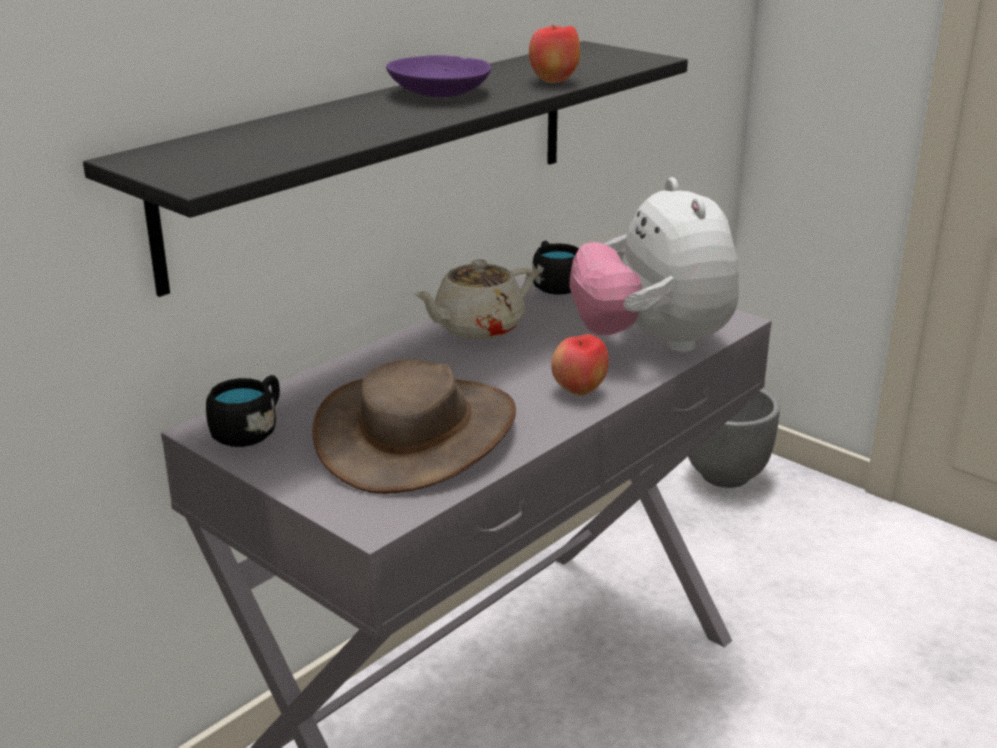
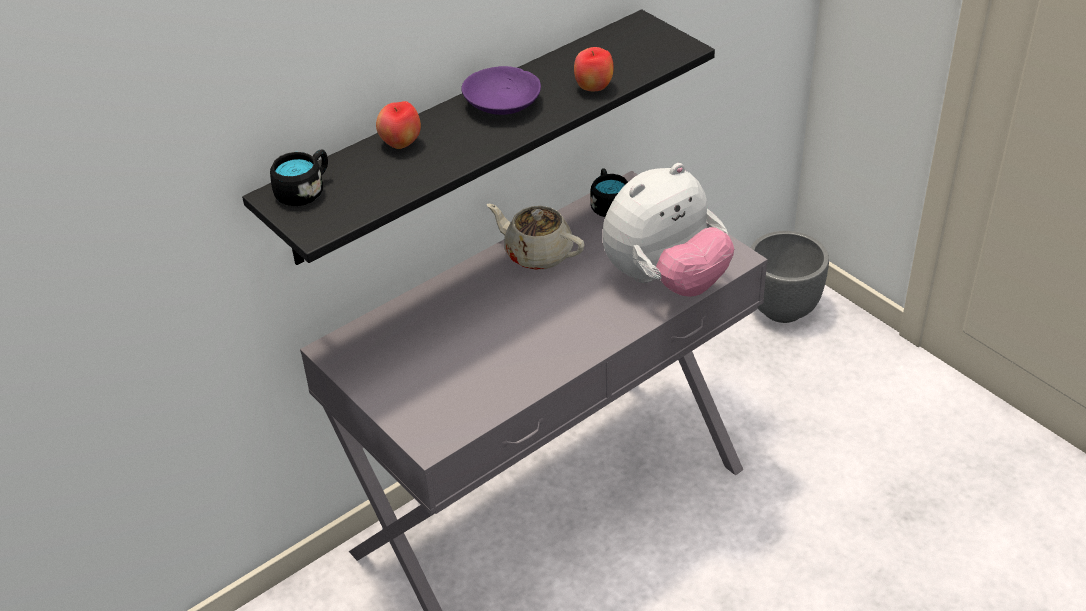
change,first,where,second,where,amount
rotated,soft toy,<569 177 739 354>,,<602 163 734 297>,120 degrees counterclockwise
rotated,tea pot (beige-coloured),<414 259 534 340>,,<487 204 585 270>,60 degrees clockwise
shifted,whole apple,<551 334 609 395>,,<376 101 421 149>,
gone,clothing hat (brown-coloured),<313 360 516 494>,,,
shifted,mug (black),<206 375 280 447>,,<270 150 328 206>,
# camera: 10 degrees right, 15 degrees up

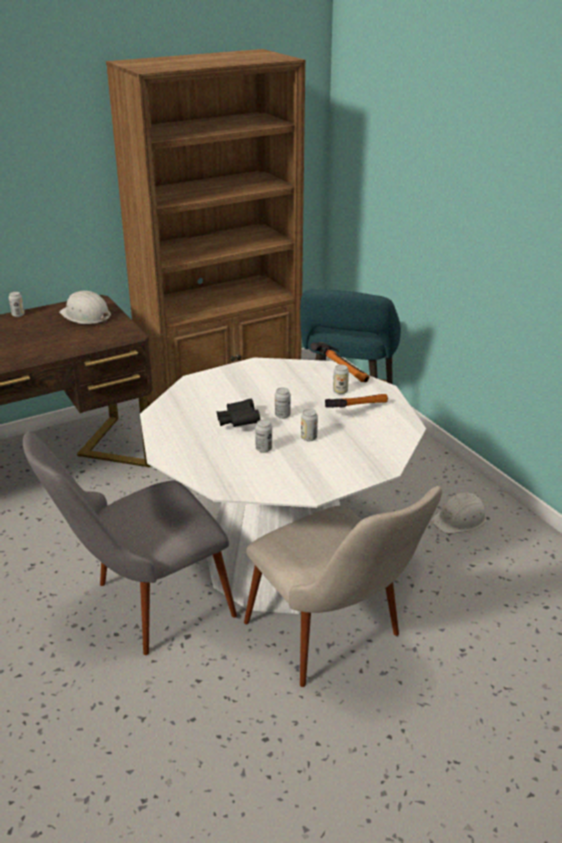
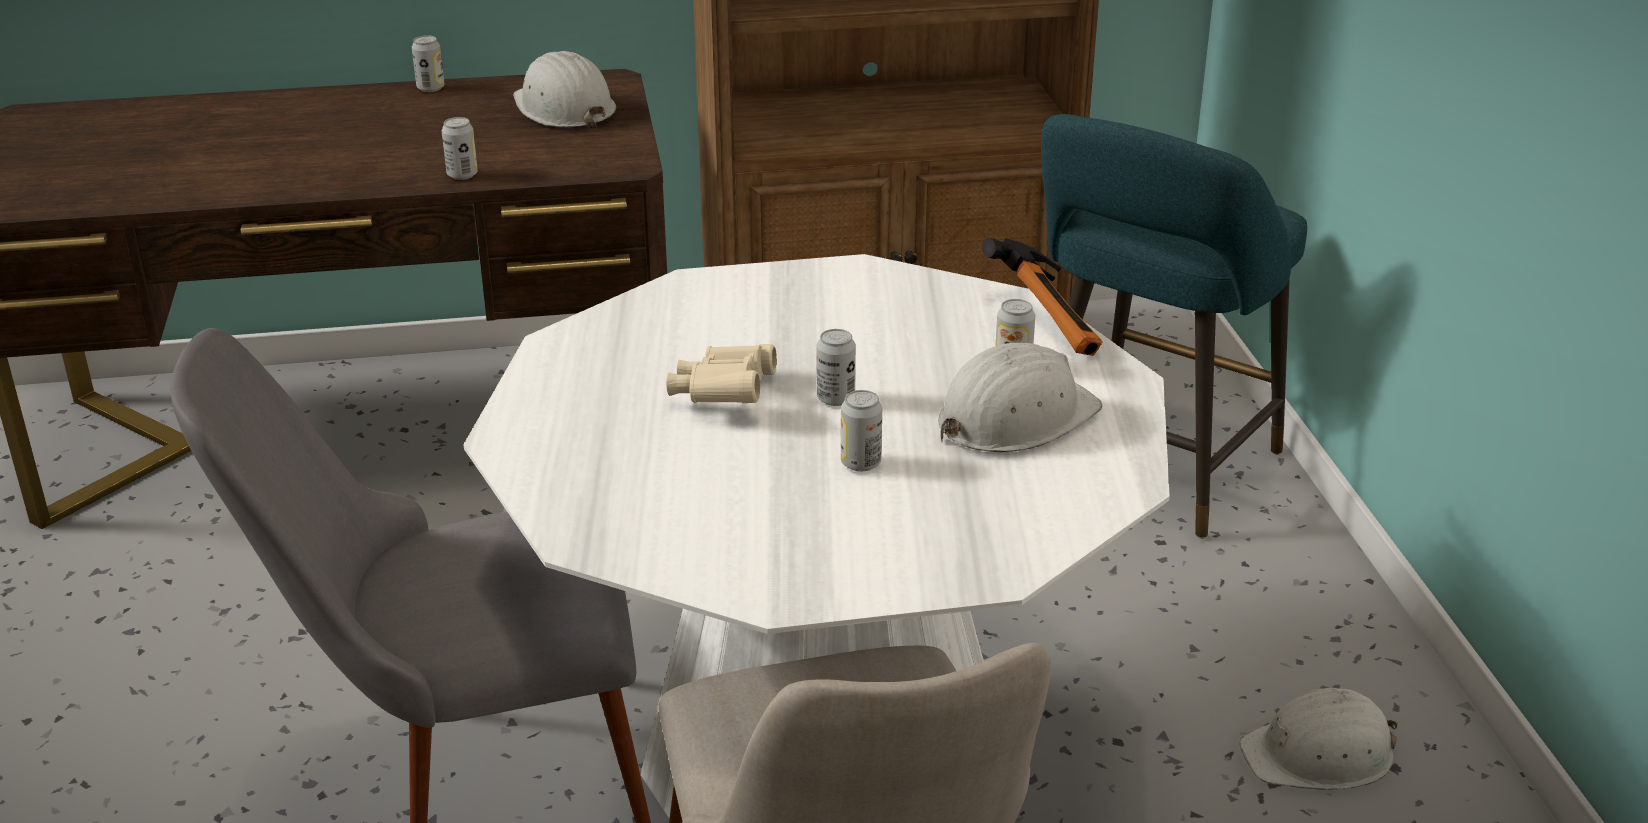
change,first,where,second,where,amount
swapped,hammer,<325 394 388 408>,work helmet (white-coloured),<938 343 1102 452>,
repainted,field glasses (black),<217 399 261 427>,field glasses (beige-coloured),<666 344 777 403>,
shifted,can,<255 420 272 453>,,<442 117 478 180>,
# camera: 20 degrees right, 0 degrees up

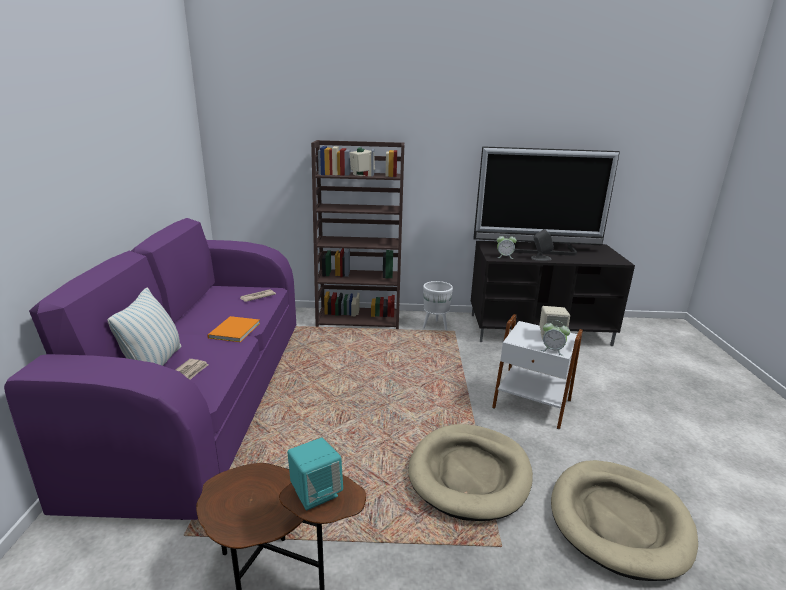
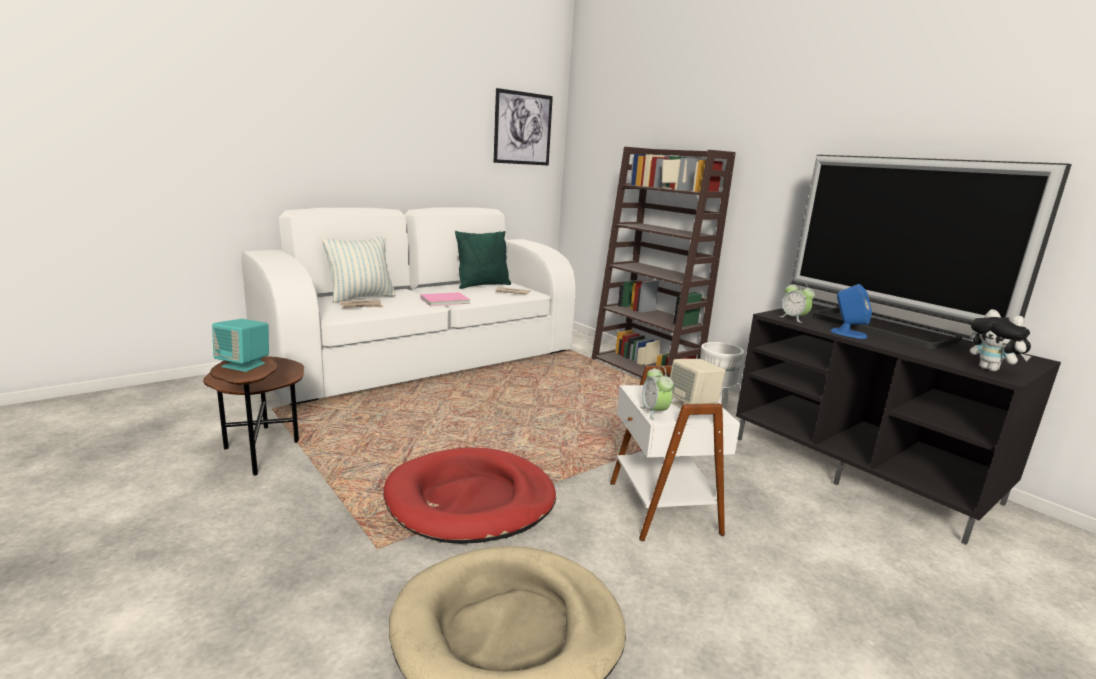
change,first,where,second,where,amount
repainted,couch (purple-coloured),<4 218 296 520>,couch (white-coloured),<241 207 576 405>,
repainted,audio speaker (greyish),<531 229 554 261>,audio speaker (bluish),<830 284 872 339>,
repainted,book (orangey),<207 316 260 342>,book (pinkish),<420 292 470 306>,
repainted,dog cushion (beige-coloured),<408 424 533 521>,dog cushion (red),<384 447 556 544>,
new,,,picture,<494 88 553 166>,
new,,,cushion (green-coloured),<455 231 511 289>,
new,,,soft toy,<970 309 1031 371>,
# camera: 50 degrees right, 5 degrees down

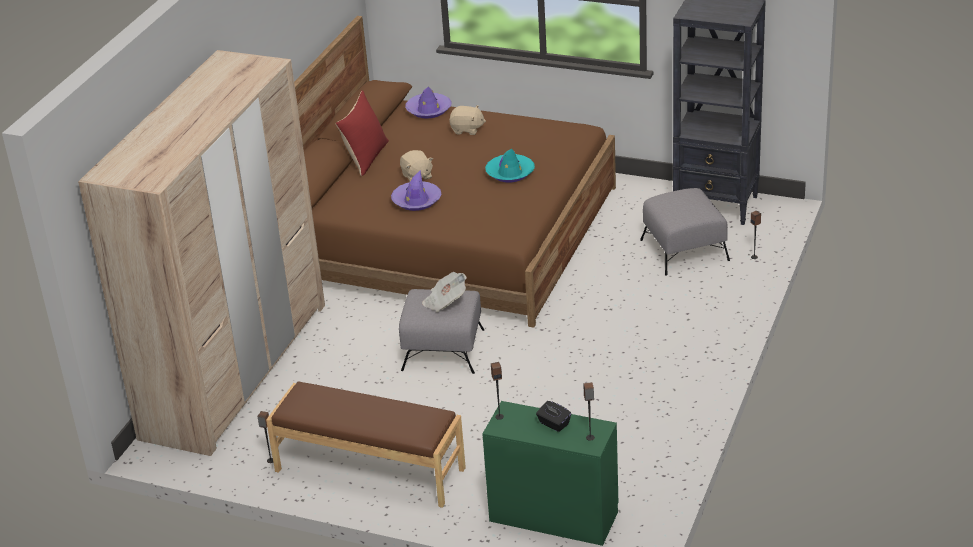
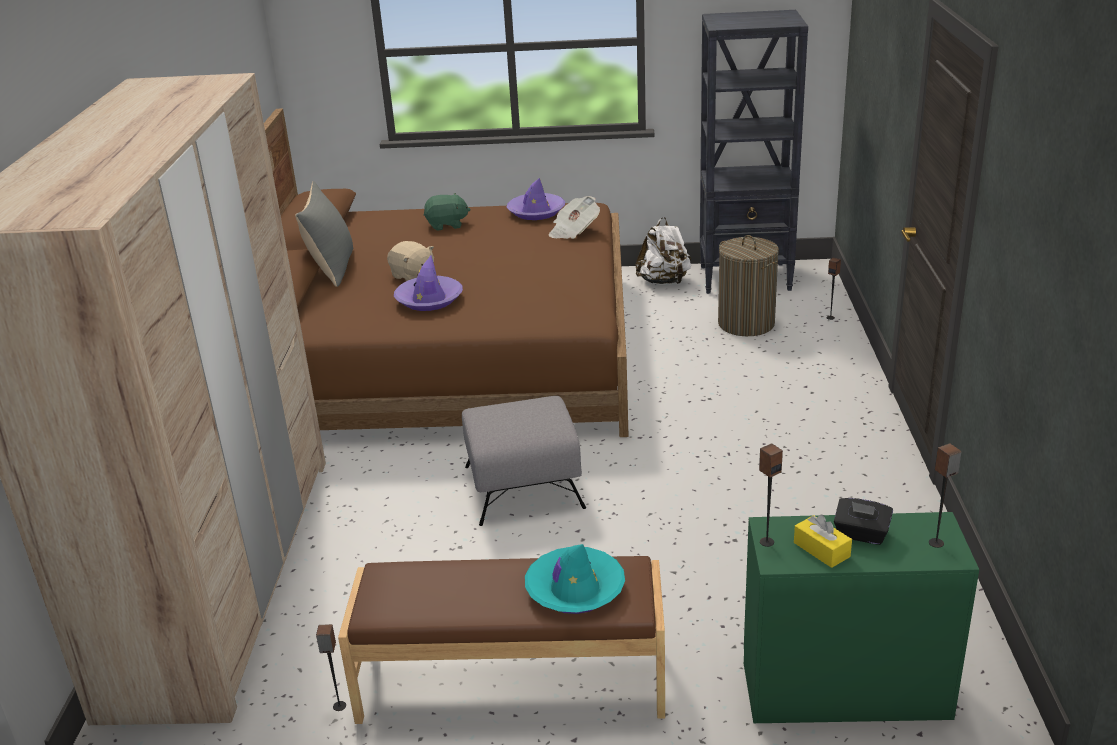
change,first,where,second,where,amount
shifted,clothing hat (purple-coloured),<405 87 451 119>,,<507 178 565 220>,
repainted,cushion (red),<336 90 389 176>,cushion (greyish),<295 181 353 287>,
repainted,soft toy (beige-coloured),<450 105 486 135>,soft toy (green-coloured),<423 193 471 231>,
shifted,clothing hat (blue-green),<485 149 535 182>,,<525 544 625 614>,
swapped,pouffe (greyish),<640 188 730 276>,washing basket,<718 235 779 336>,
shifted,daily paper,<422 272 467 312>,,<549 196 600 239>,
new,,,backpack (white-coloured),<636 217 691 284>,
new,,,tissue box (yellow),<794 515 852 568>,
# camera: 20 degrees left, 5 degrees down

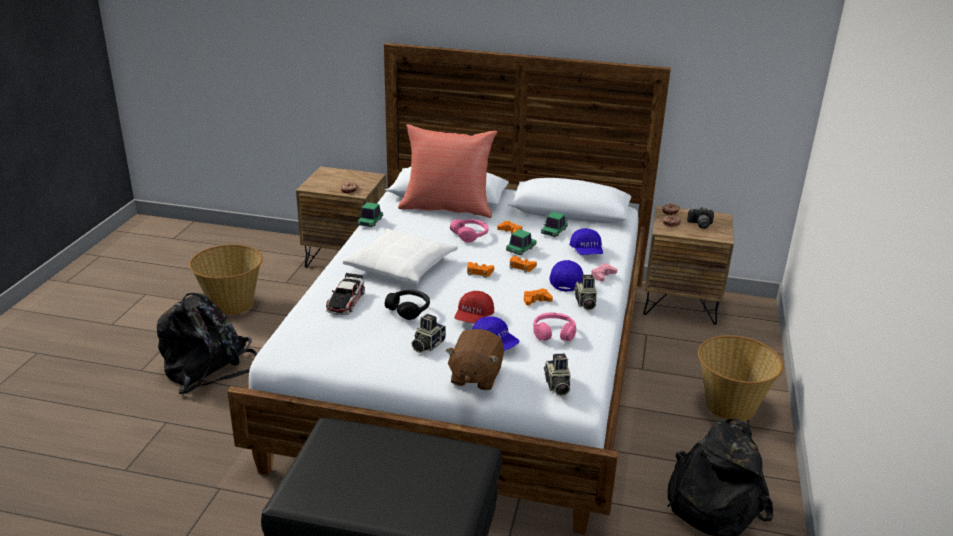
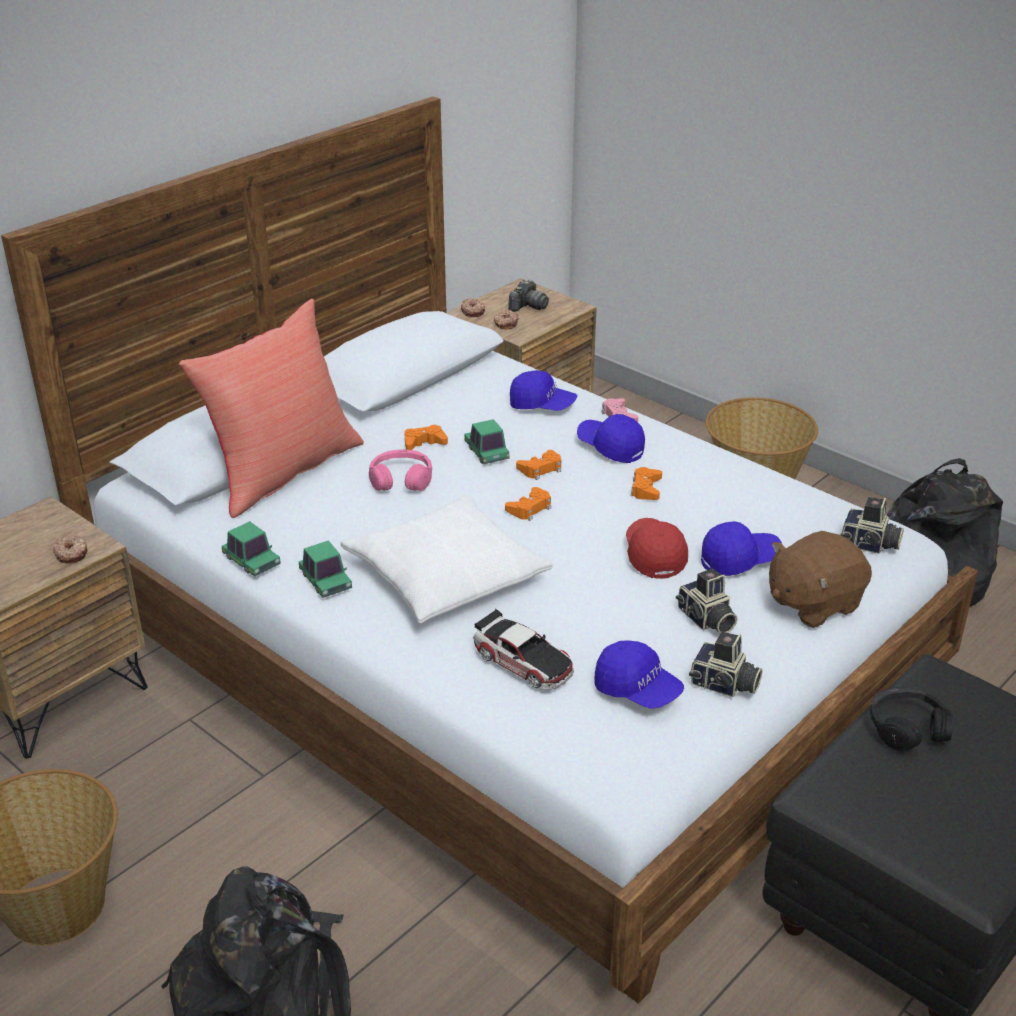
change,first,where,second,where,amount
shifted,toy car,<541 212 568 237>,,<299 540 352 598>,
shifted,photo camera,<574 275 597 310>,,<689 632 762 697>,
shifted,pair of headphones (black),<385 290 430 320>,,<870 687 953 751>,
rotated,peaked cap (red),<454 291 494 324>,,<626 518 688 579>,150 degrees counterclockwise
gone,pair of headphones (pinkish),<533 313 576 341>,,,
rotated,soft toy (brown-coloured),<446 329 504 391>,,<769 531 872 628>,105 degrees clockwise
new,,,peaked cap (bluish),<595 640 684 709>,
# camera: 60 degrees left, 5 degrees up

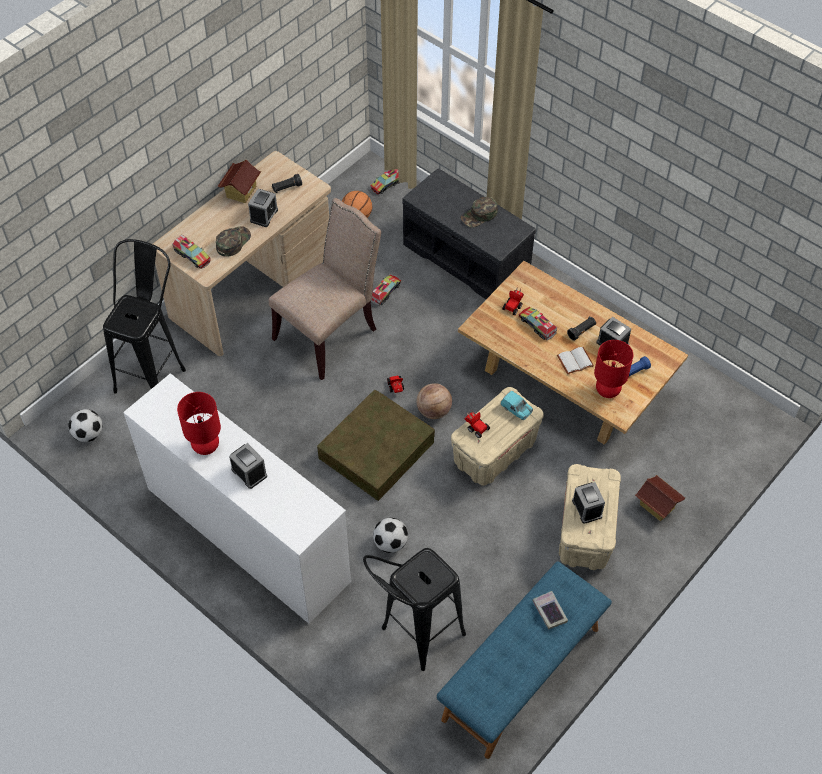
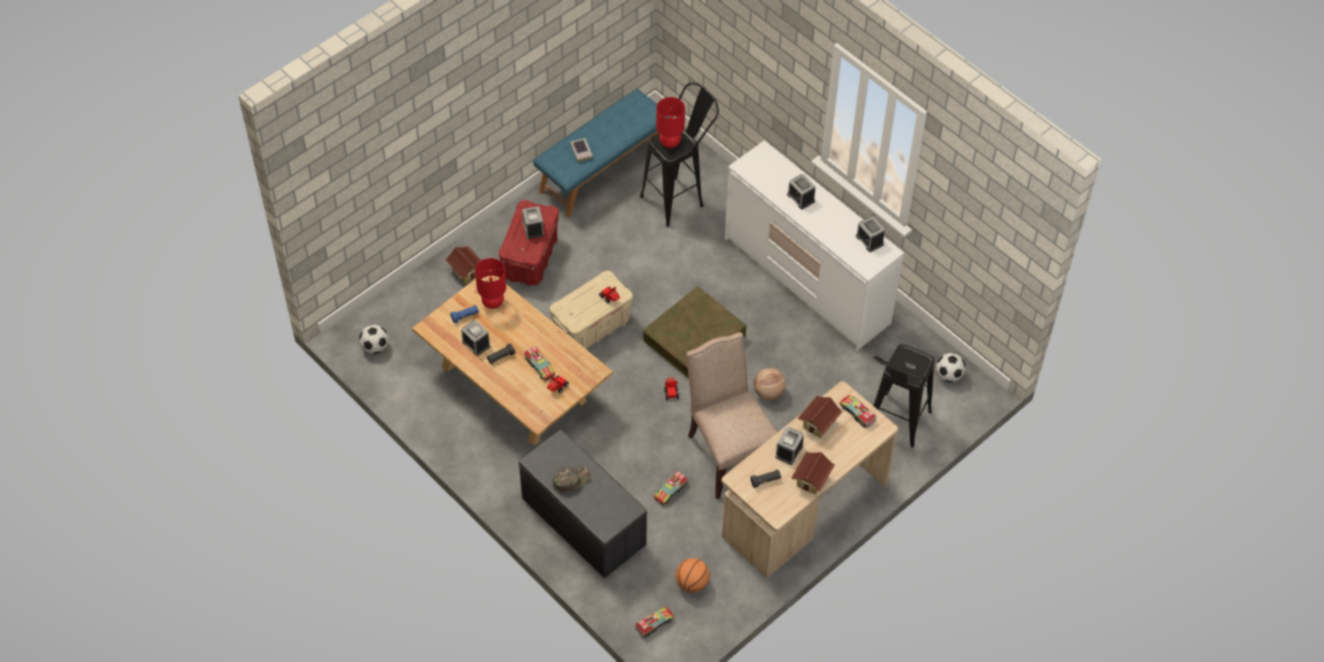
change,first,where,second,where,amount
rotated,plain chair (beige-coloured),<269 198 381 380>,,<686 332 778 499>,105 degrees clockwise
swapped,peaked cap (green-coloured),<216 226 251 257>,toy house,<798 396 843 438>,
gone,book (white-coloured),<557 347 594 375>,,,
shifted,basketball ball,<416 383 452 419>,,<754 368 786 400>,
gone,toy car (blue-green),<500 391 533 420>,,,
shifted,table lamp (red),<177 392 221 455>,,<656 97 685 148>,
repainted,storage bin (beige-coloured),<559 464 621 570>,storage bin (red),<499 200 559 286>,
shifted,ball for football,<373 518 408 553>,,<359 325 389 354>,
new,,,alarm clock,<856 216 885 252>,
# camera: 175 degrees left, 0 degrees up

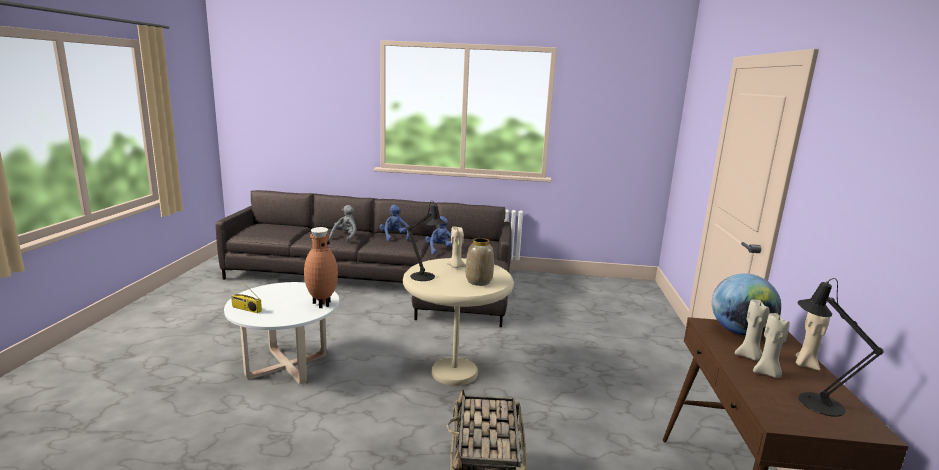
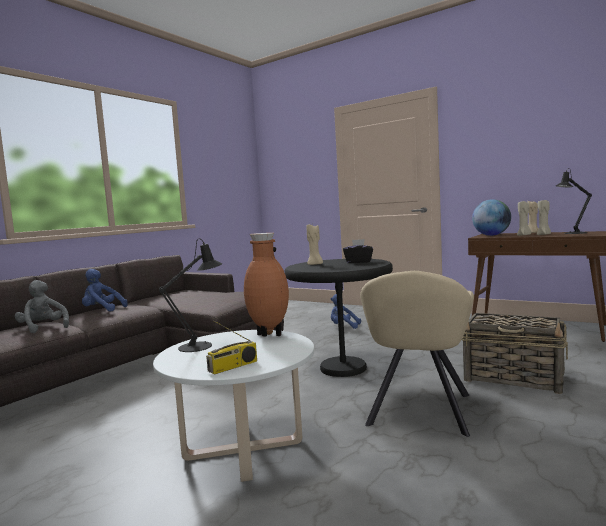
change,first,where,second,where,amount
shifted,table lamp (black),<407 200 446 281>,,<159 238 223 352>,
shifted,soft toy (bluish),<425 216 453 255>,,<331 294 361 329>,
swapped,vase,<466 238 494 286>,tissue box (black),<343 239 373 263>,
repainted,accent table (beige-coloured),<403 258 514 386>,accent table (black),<285 259 393 377>,
new,,,easy chair (beige-coloured),<360 271 474 437>,
# camera: 60 degrees left, 10 degrees down

